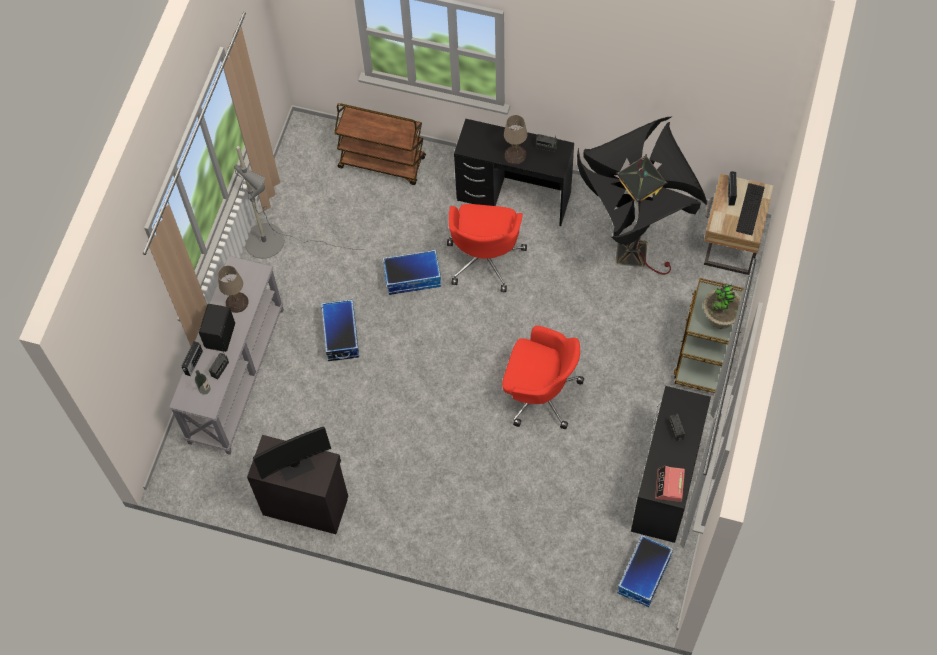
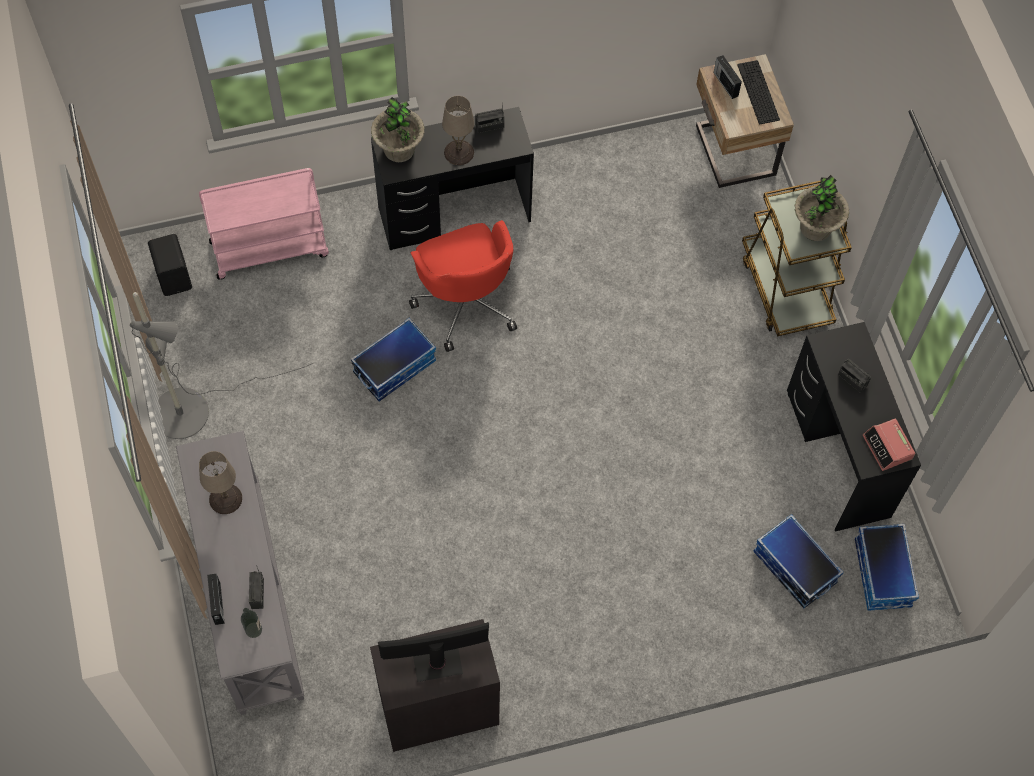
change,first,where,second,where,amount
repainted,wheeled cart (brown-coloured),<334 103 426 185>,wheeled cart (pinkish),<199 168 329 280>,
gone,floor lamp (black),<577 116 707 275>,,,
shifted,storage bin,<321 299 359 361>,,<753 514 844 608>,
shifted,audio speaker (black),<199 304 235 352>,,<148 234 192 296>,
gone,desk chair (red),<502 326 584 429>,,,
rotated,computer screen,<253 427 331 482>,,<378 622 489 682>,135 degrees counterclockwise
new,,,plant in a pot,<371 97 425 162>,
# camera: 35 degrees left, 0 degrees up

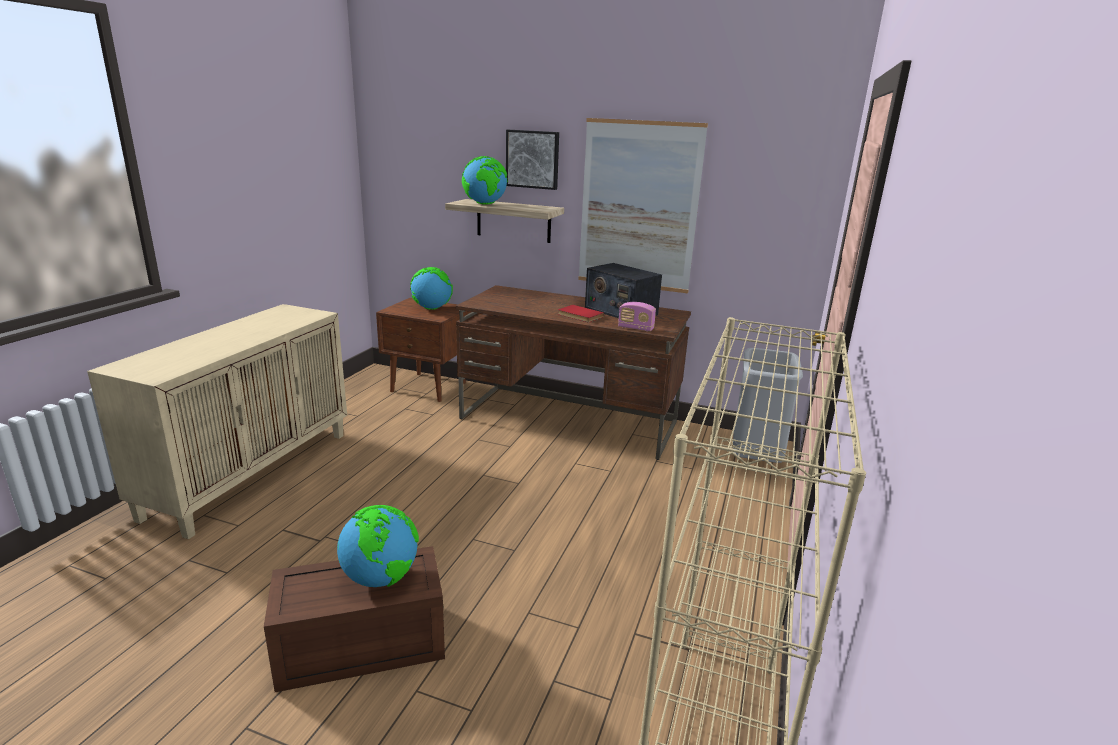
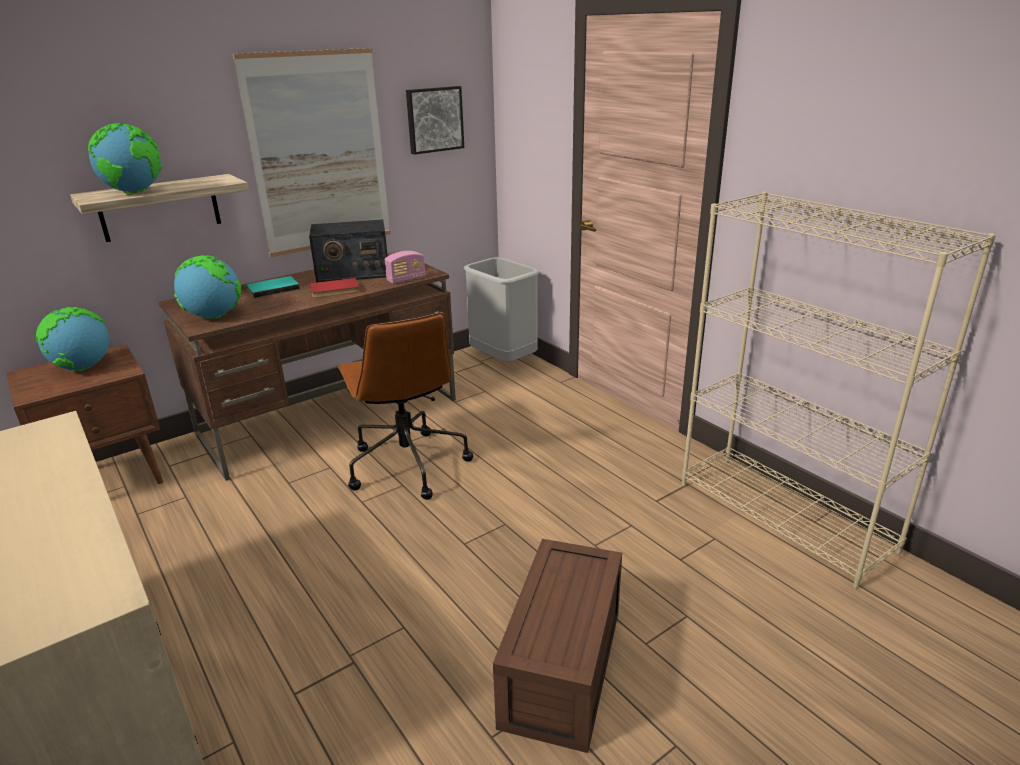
change,first,where,second,where,amount
shifted,picture,<506 130 559 190>,,<406 86 464 155>,
shifted,desk globe,<337 505 419 587>,,<174 255 241 319>,
new,,,book (blue-green),<246 276 300 298>,
new,,,desk chair (brown-coloured),<338 312 473 500>,
# camera: 55 degrees left, 5 degrees up

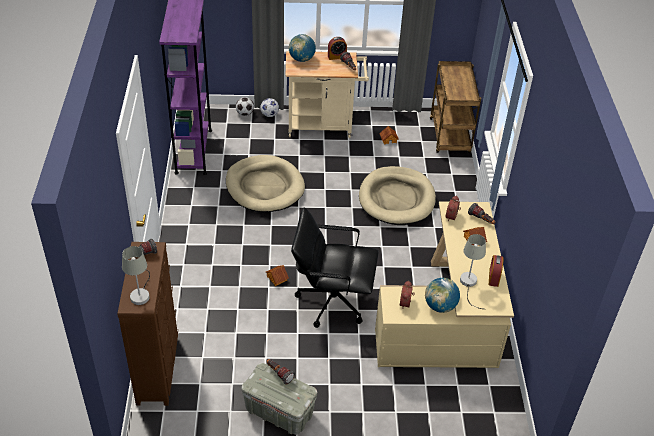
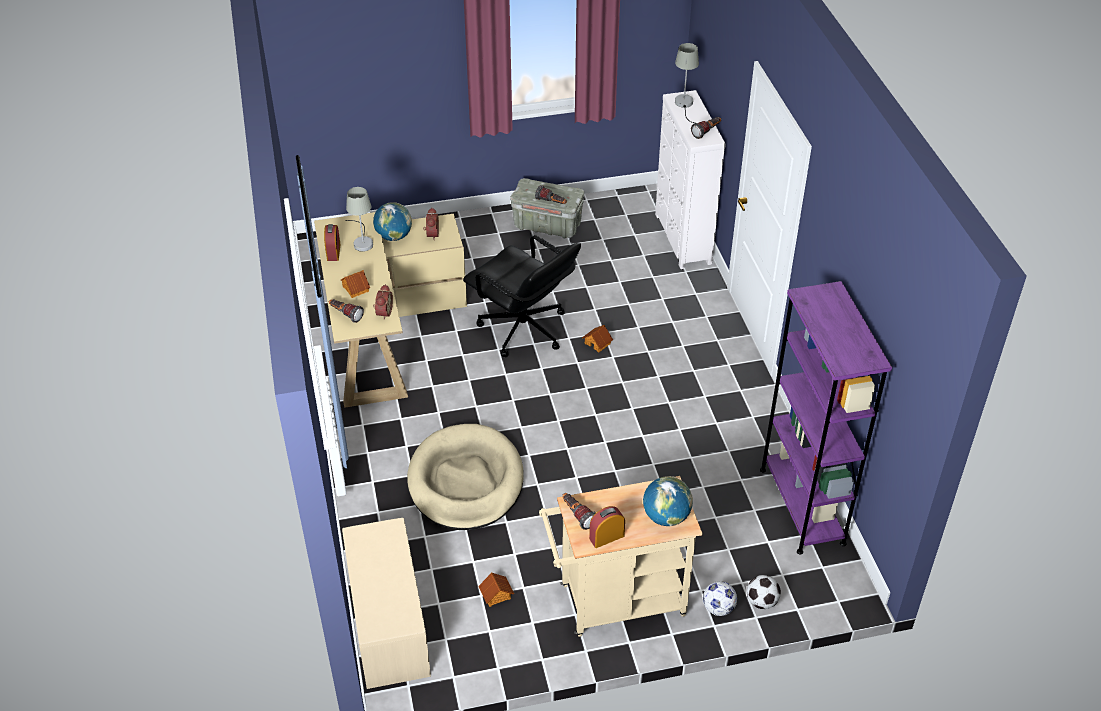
change,first,where,second,where,amount
swapped,wheeled cart (brown-coloured),<430 61 481 153>,indoor bench (beige-coloured),<342 518 431 689>,
gone,dog cushion (beige-coloured),<226 155 305 212>,,,
rotated,desk chair (black),<291 207 379 328>,,<463 235 581 357>,45 degrees clockwise
repainted,drawer chest (brown-coloured),<117 242 178 406>,drawer chest (white-coloured),<655 90 726 269>,
# camera: 170 degrees right, 0 degrees up

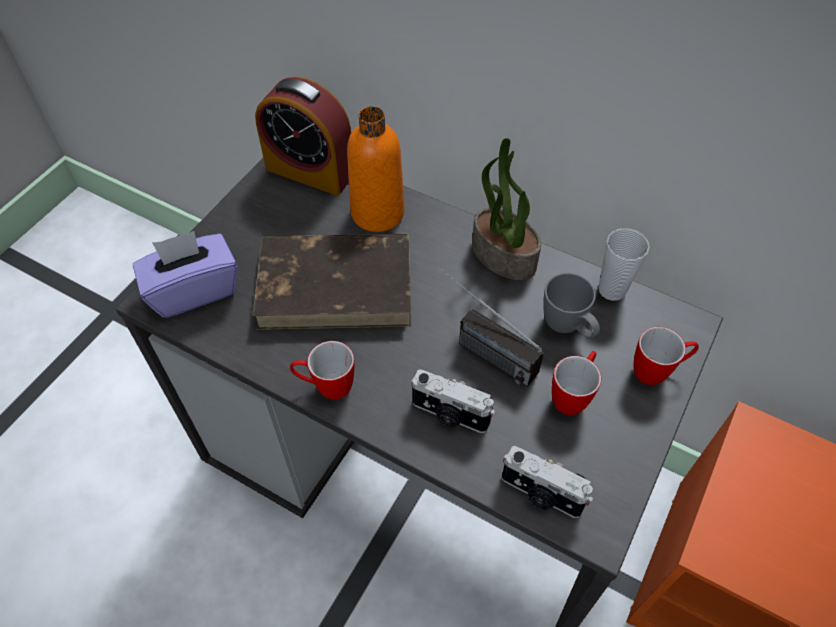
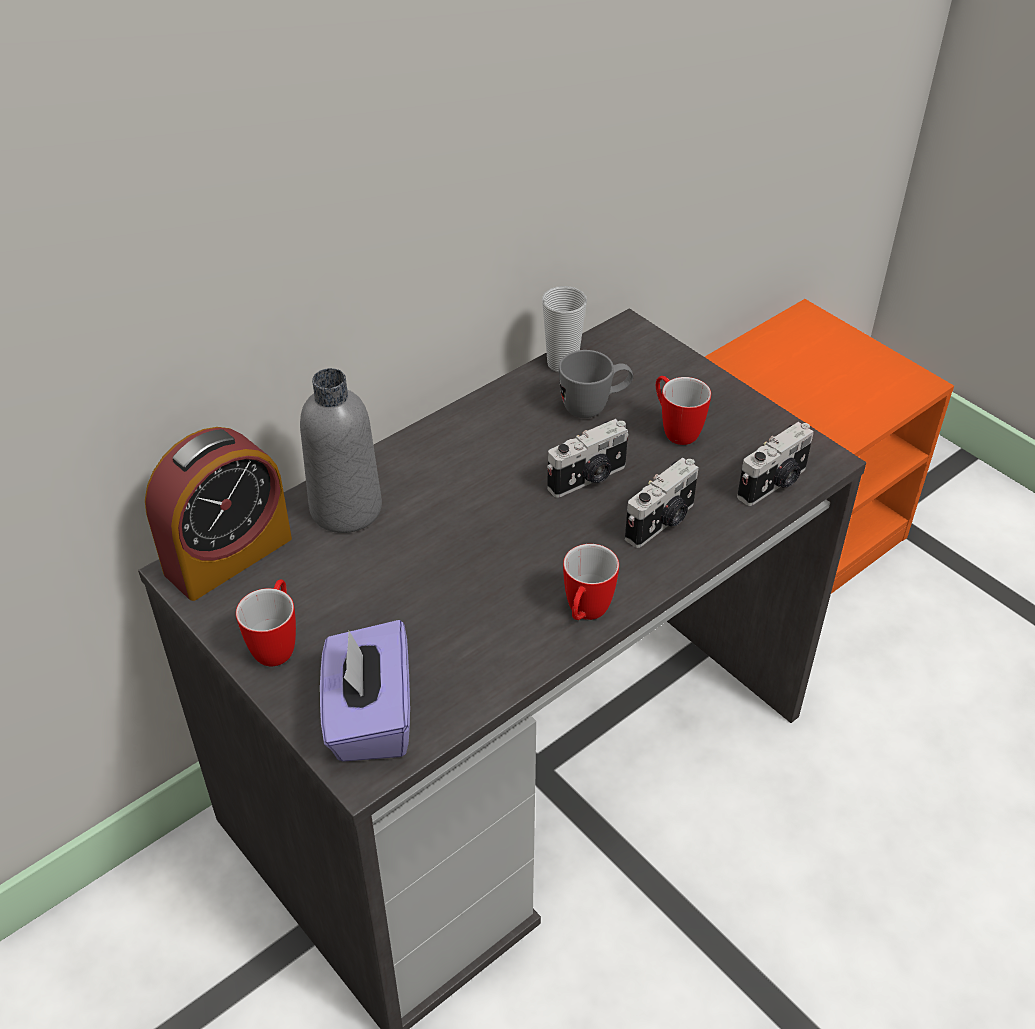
change,first,where,second,where,amount
repainted,bottle (orangey),<347 106 405 232>,bottle (greyish),<300 368 382 533>,
gone,plant in a pot,<472 138 541 280>,,,
gone,book (brown-coloured),<252 234 411 330>,,,
swapped,radio set,<435 265 544 387>,photo camera,<547 419 629 498>,
shifted,mug,<634 327 699 385>,,<236 579 296 666>,
# camera: 70 degrees left, 10 degrees down

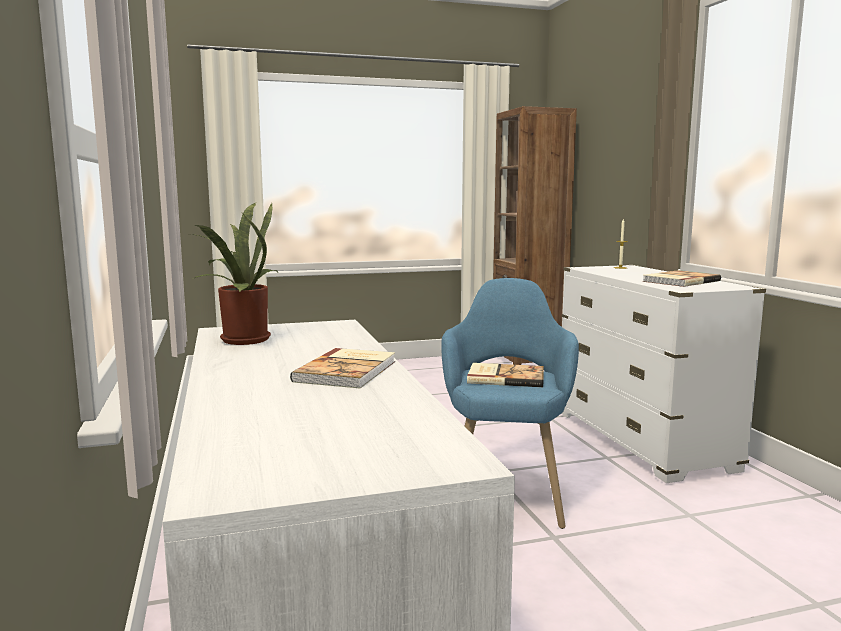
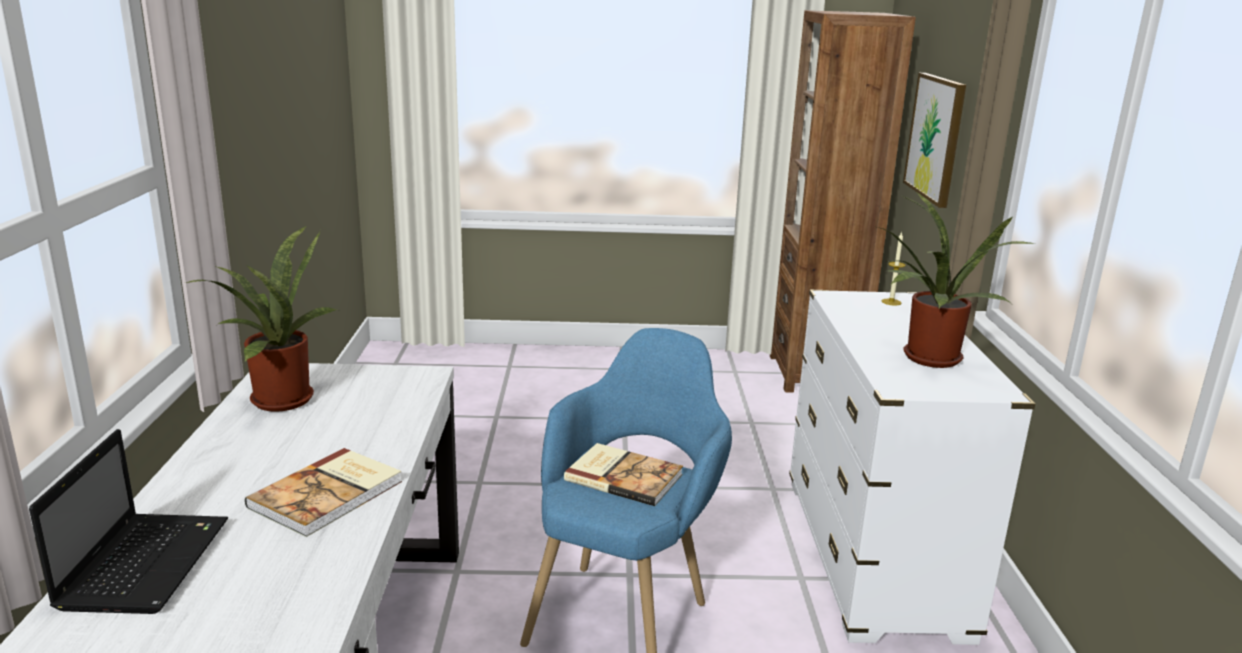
change,first,where,second,where,amount
swapped,book,<643 270 721 287>,plant in a pot,<873 193 1035 368>,
new,,,picture,<903 73 966 208>,
new,,,laptop,<29 429 228 614>,
# camera: 15 degrees right, 10 degrees up

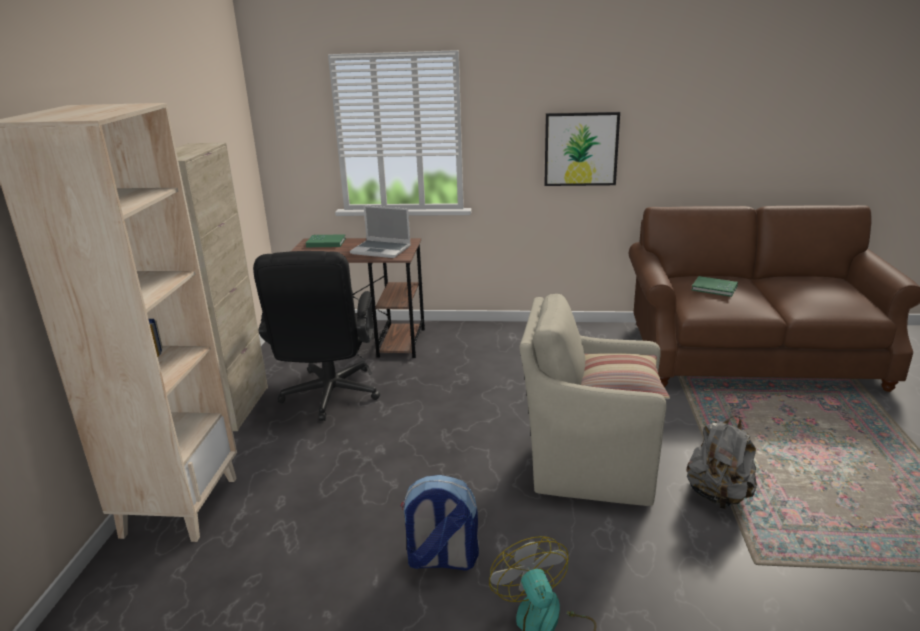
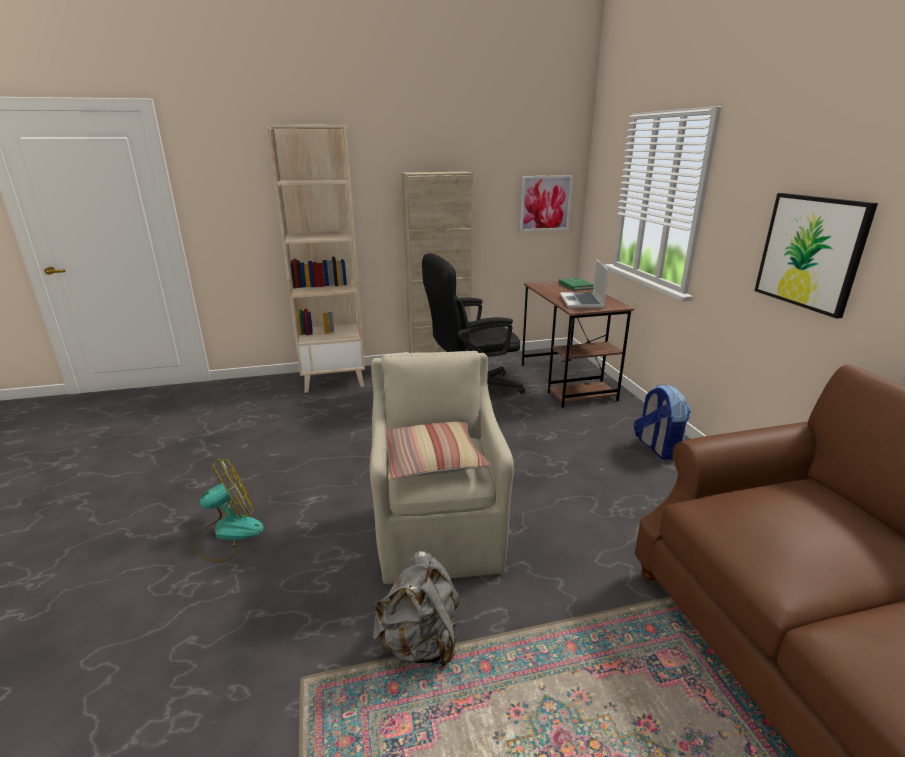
change,first,where,second,where,amount
gone,book (green-coloured),<692 276 738 297>,,,
shifted,backpack,<400 475 479 571>,,<634 384 691 460>,
new,,,picture,<519 175 573 232>,
# camera: 70 degrees right, 0 degrees up

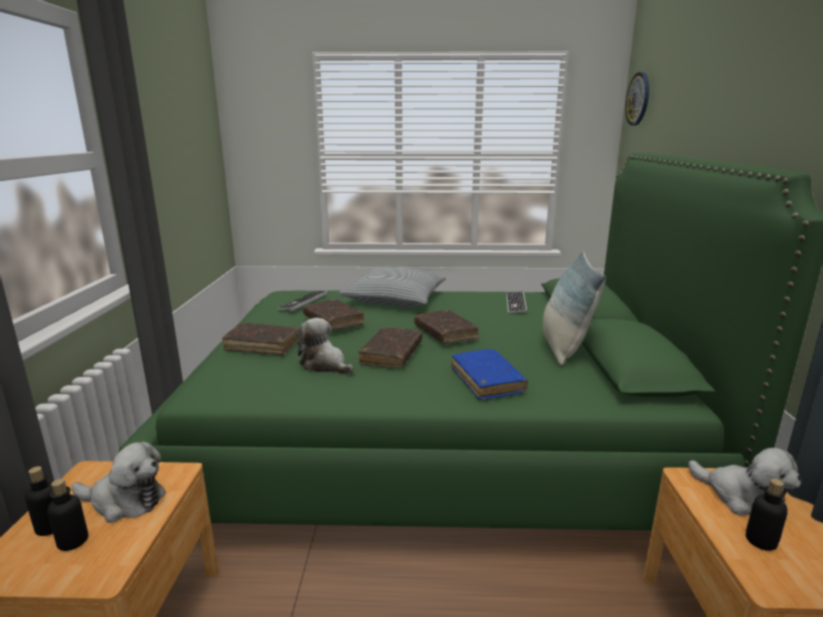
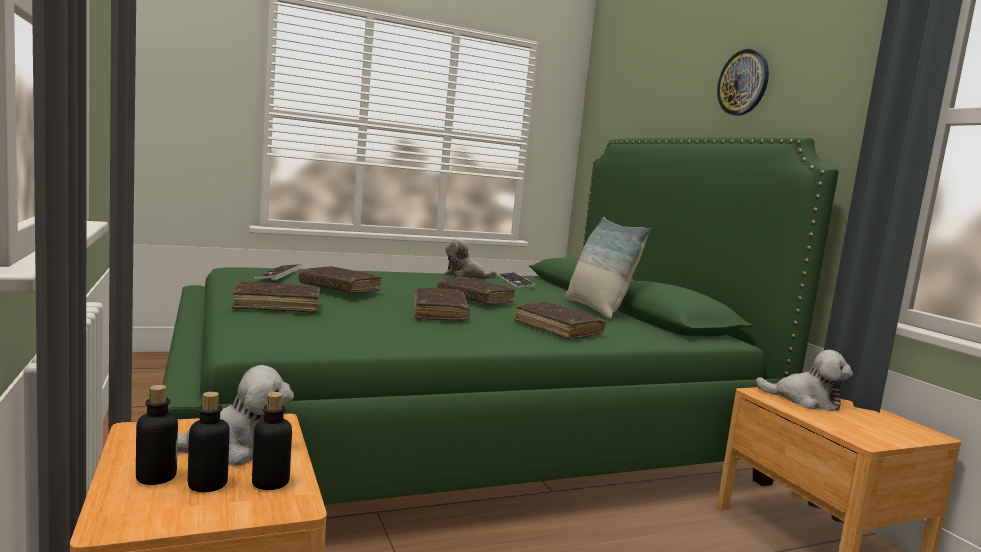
change,first,where,second,where,amount
shifted,hanging clock,<625 72 649 125>,,<717 49 769 116>,
gone,cushion,<338 267 446 307>,,,
shifted,soft toy,<296 318 353 374>,,<445 239 497 279>,
repainted,book (bluish),<451 349 528 400>,book (brown-coloured),<514 302 605 340>,
shifted,bottle,<746 479 788 551>,,<252 392 292 490>,
# camera: 25 degrees left, 10 degrees down

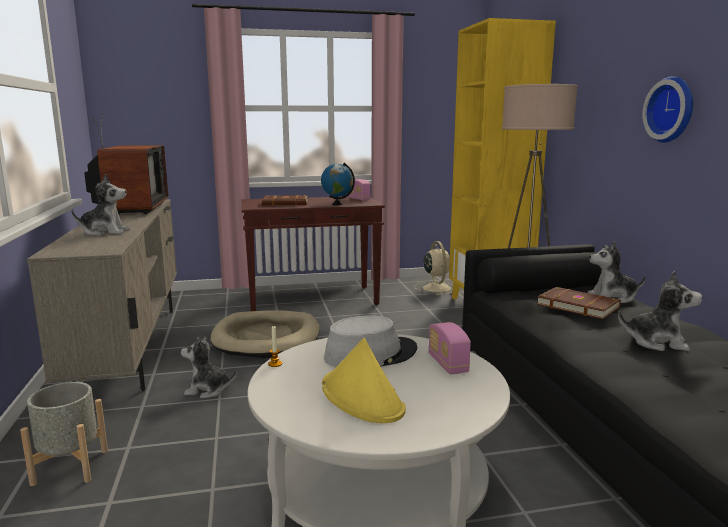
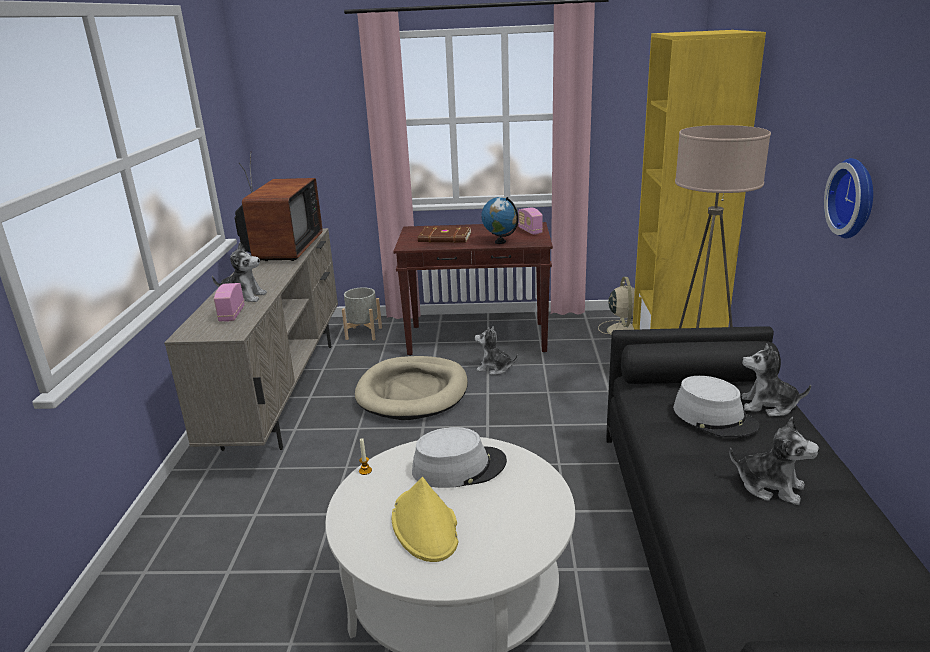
change,first,where,second,where,amount
swapped,book (brown-coloured),<537 287 621 319>,clothing hat (greyish),<673 376 760 437>,
shifted,radio set,<429 322 471 374>,,<214 283 245 322>,
shifted,soft toy,<181 336 237 399>,,<475 326 518 375>,
shifted,flower pot (greyish),<20 382 108 486>,,<342 287 382 340>,
# camera: 15 degrees right, 10 degrees up

